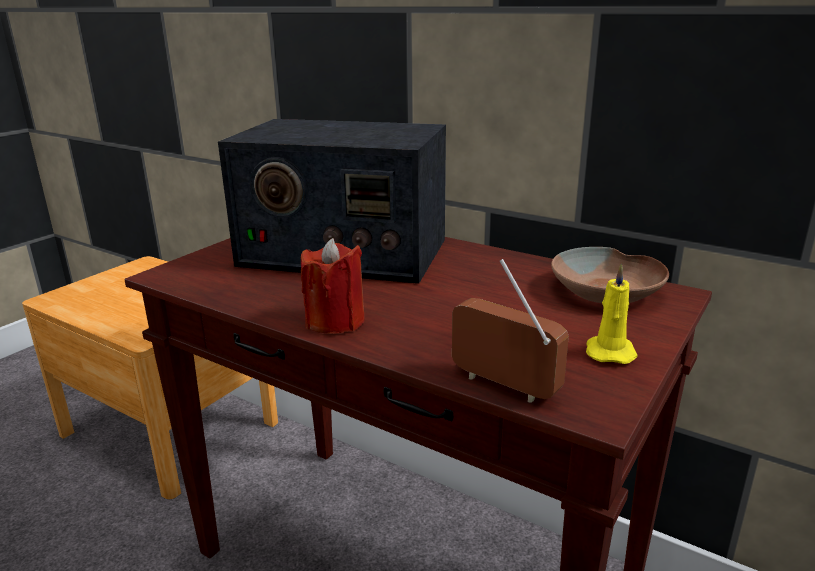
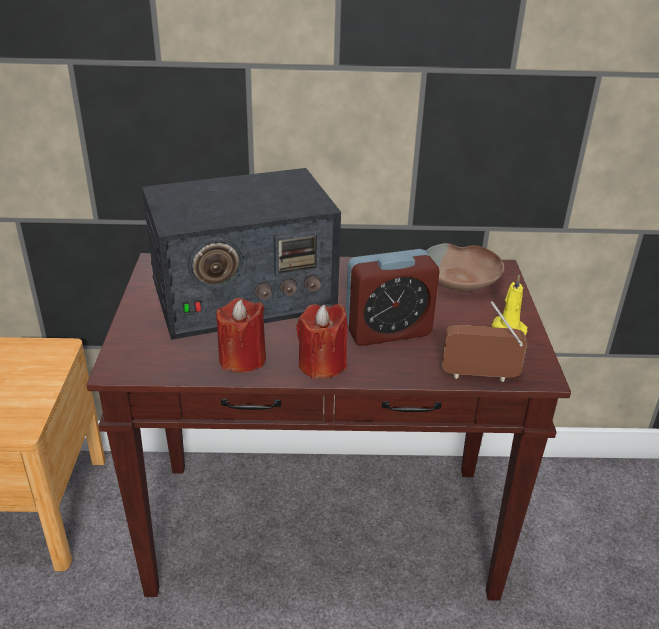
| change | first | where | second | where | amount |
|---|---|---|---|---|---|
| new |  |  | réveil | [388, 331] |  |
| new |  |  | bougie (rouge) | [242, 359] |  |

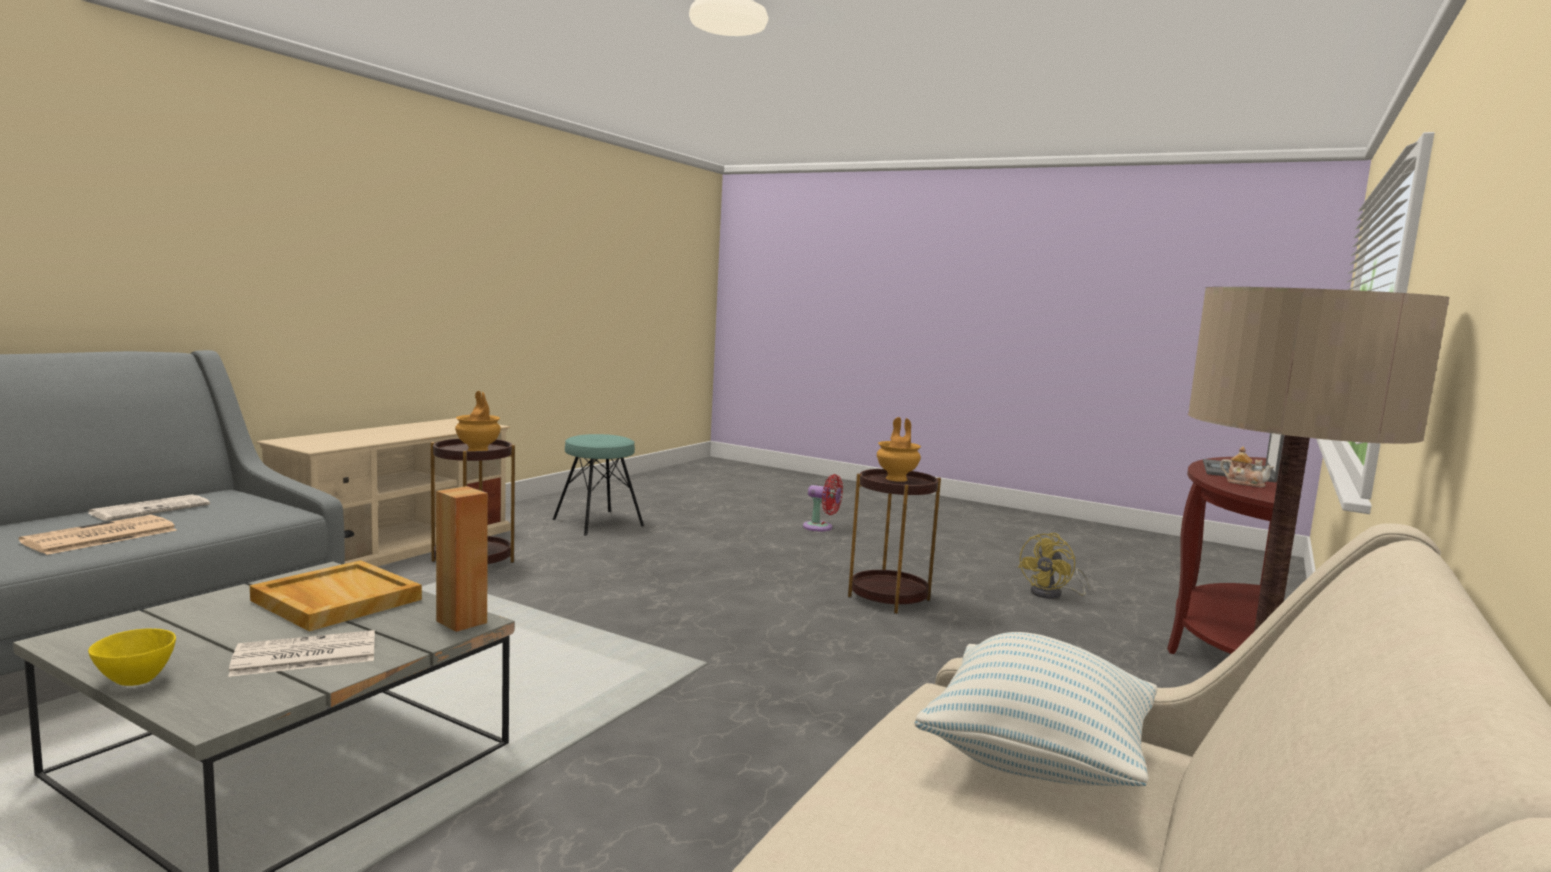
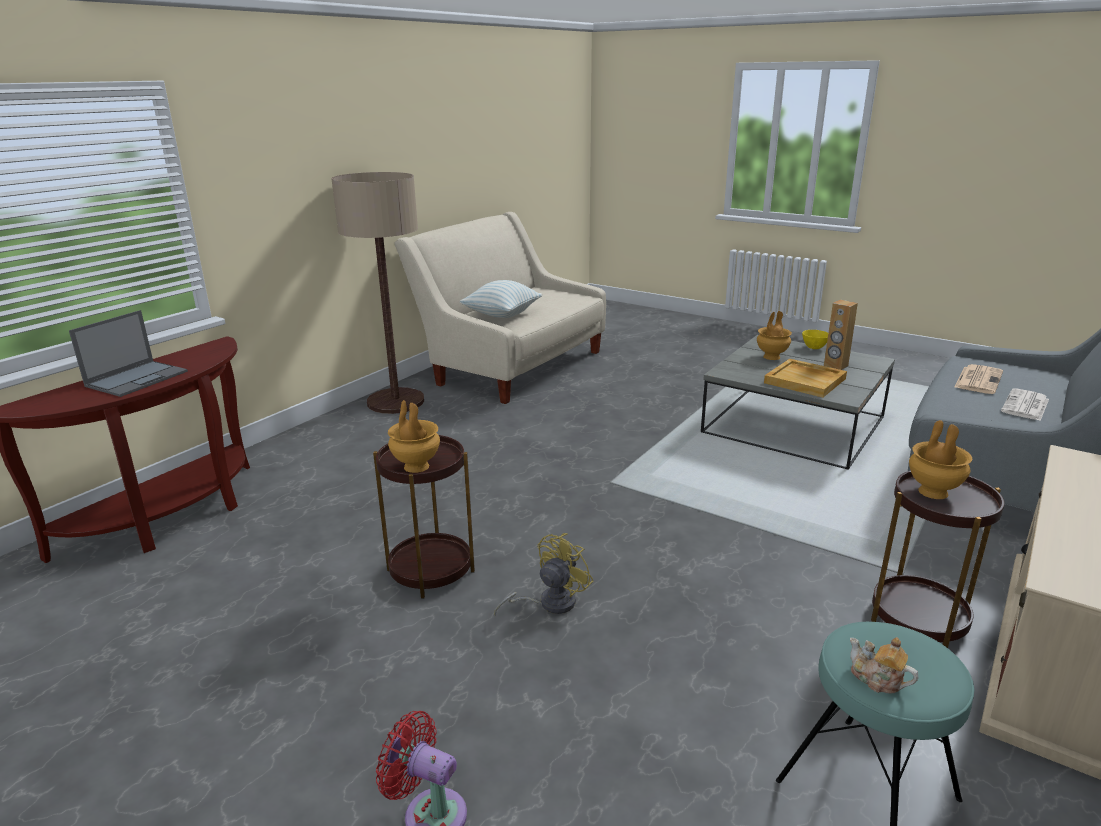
| change | first | where | second | where | amount |
|---|---|---|---|---|---|
| shifted | théière | [1244, 483] |  | [877, 679] |  |
| shifted | enceinte (marron) | [462, 621] |  | [835, 366] |  |
| shifted | ventilateur (jaune) | [1052, 594] |  | [549, 603] |  |
| swapped | journal | [303, 655] | vase (marron) | [772, 357] |  |

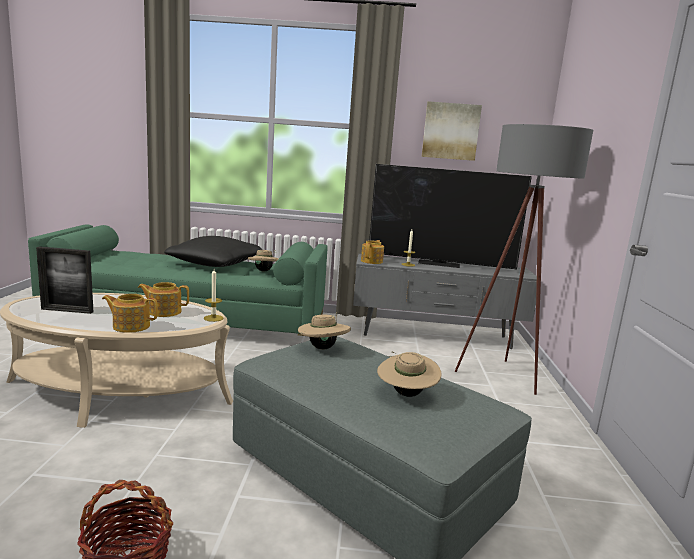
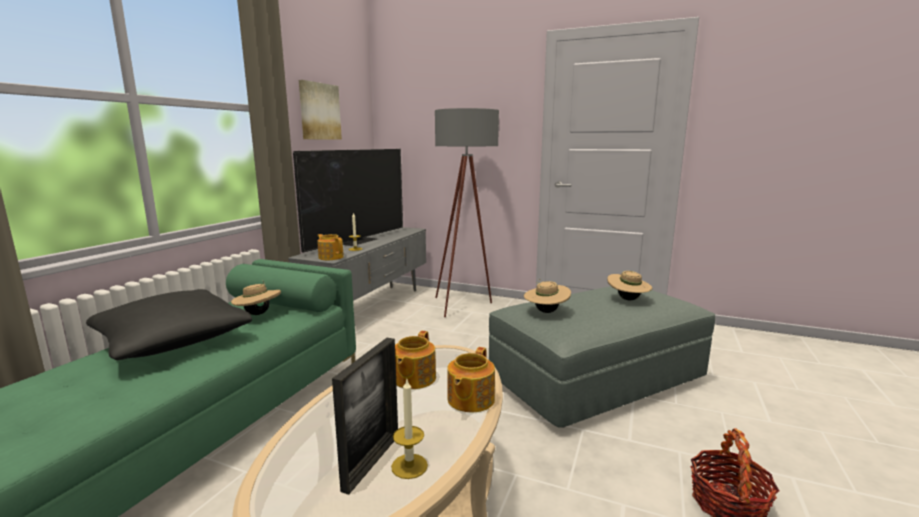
| change | first | where | second | where | amount |
|---|---|---|---|---|---|
| shifted | bougie | [213, 318] |  | [409, 466] |  |

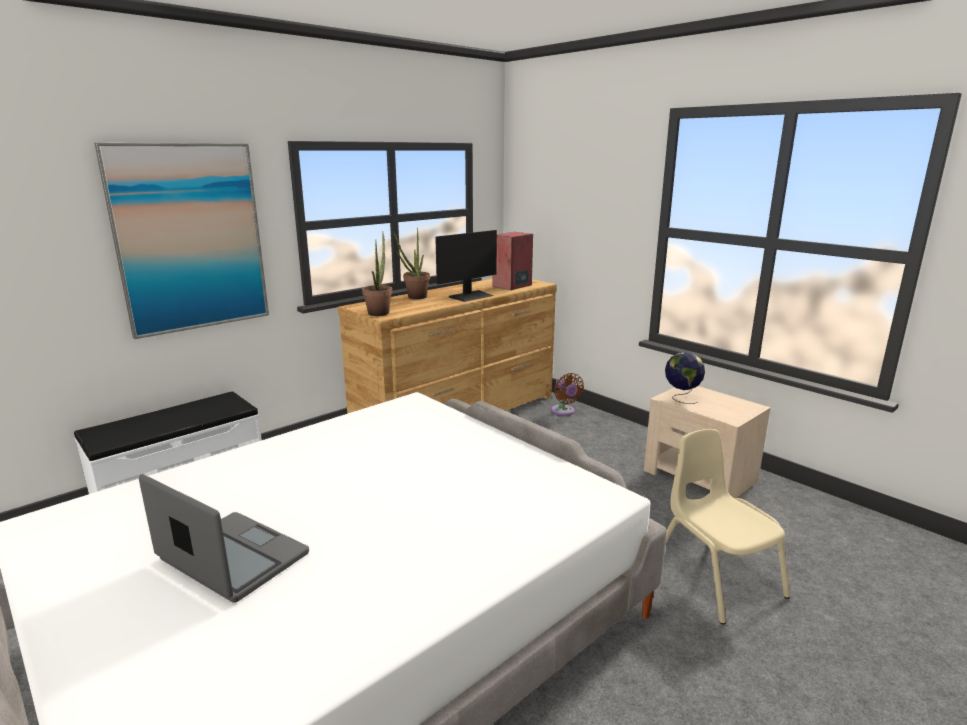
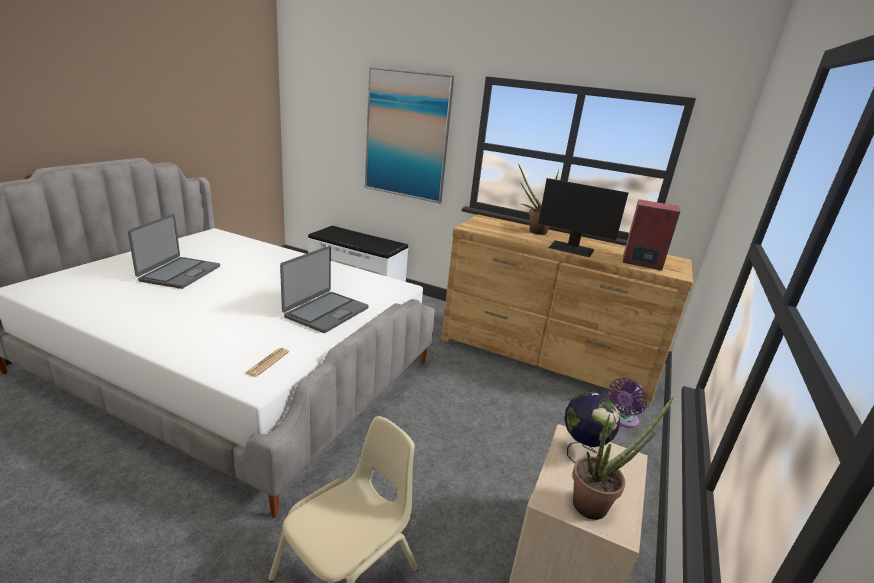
| change | first | where | second | where | amount |
|---|---|---|---|---|---|
| shifted | plante en pot | [379, 312] |  | [596, 504] |  |
| repainted | ventilateur (marron) | [564, 412] | ventilateur (violet) | [622, 420] |  |
| new |  |  | ordinateur portable | [326, 312] |  |
| new |  |  | journal | [267, 362] |  |

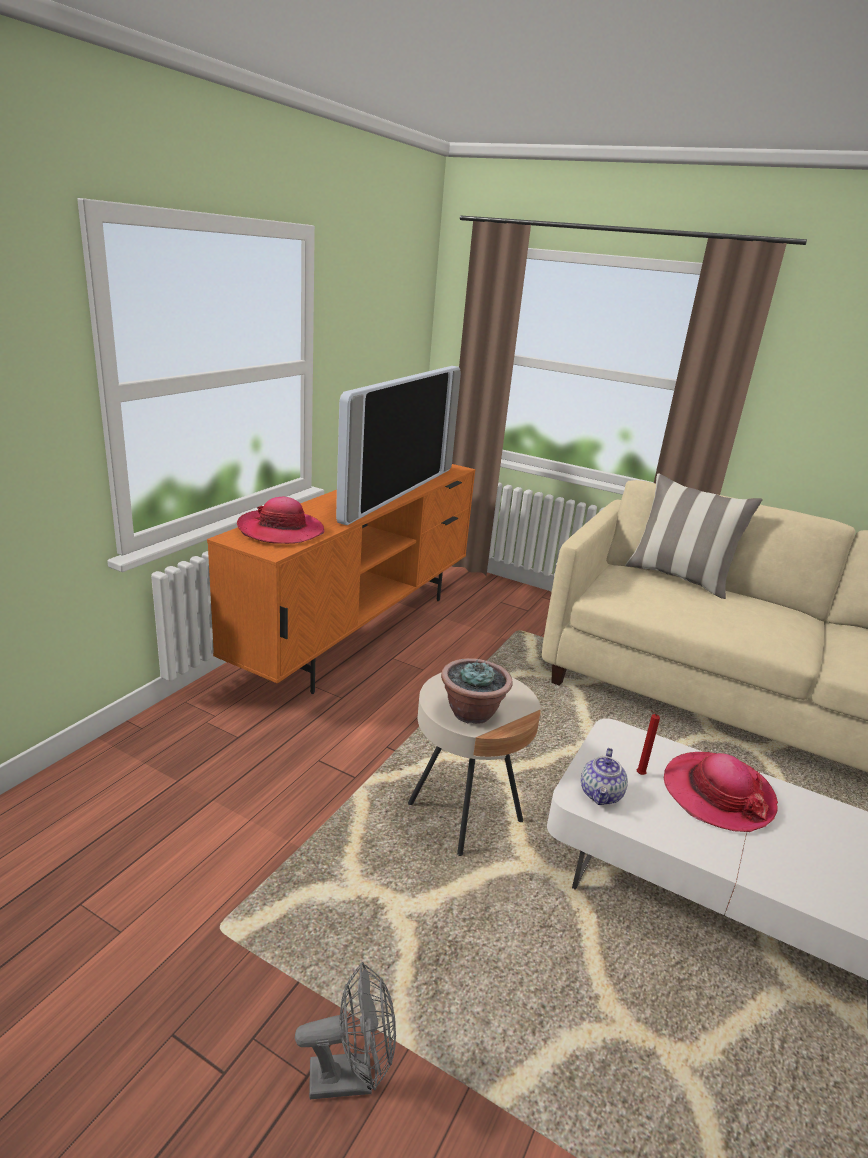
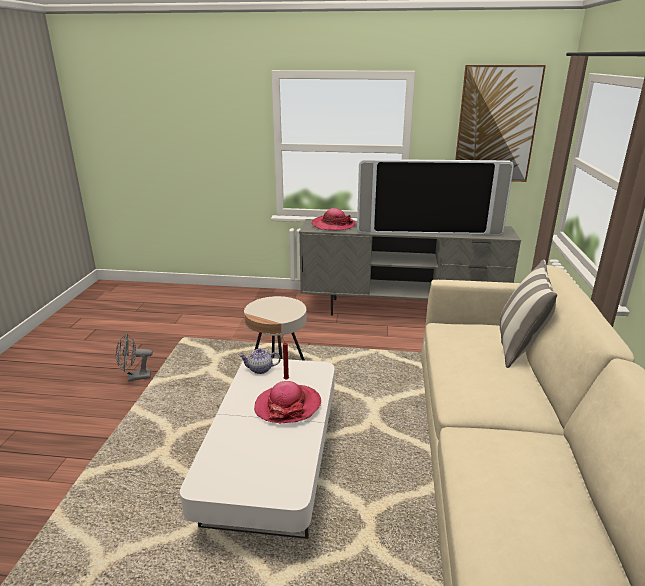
| change | first | where | second | where | amount |
|---|---|---|---|---|---|
| repainted | meuble télé (orange) | [360, 631] | meuble télé (gris) | [402, 311] |  |
| gone | plante en pot | [472, 712] |  |  |  |
| rotated | ventilateur (gris) | [351, 1076] |  | [135, 377] | 105 degrees clockwise |
| new |  |  | tableau | [496, 125] |  |

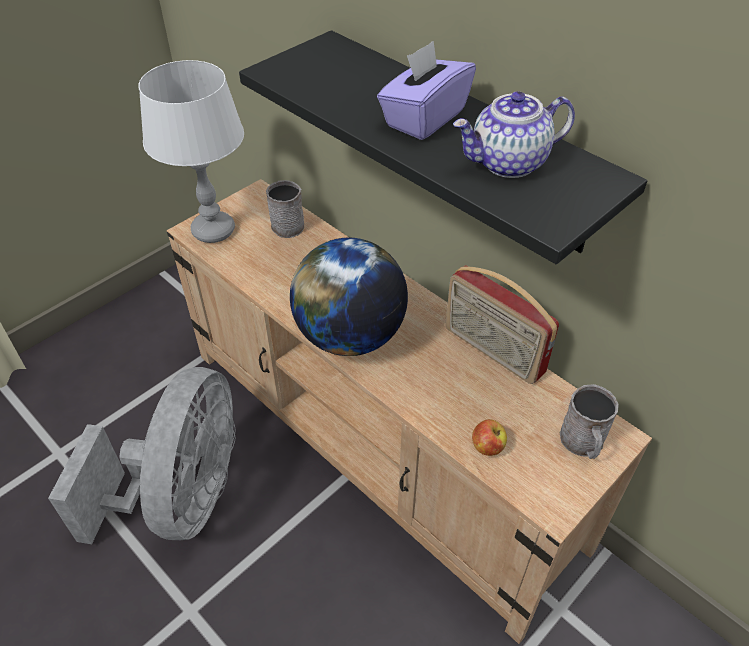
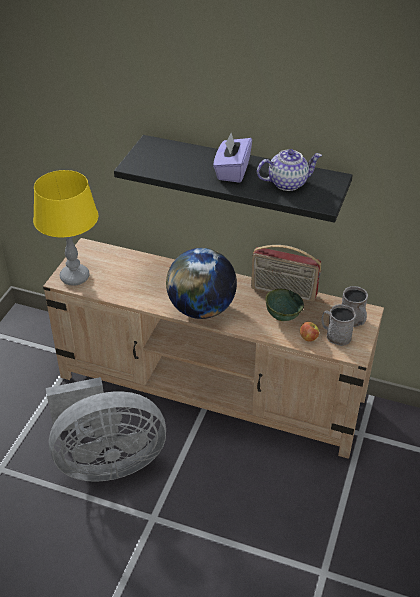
| change | first | where | second | where | amount |
|---|---|---|---|---|---|
| repainted | lampe de table (gris) | [214, 230] | lampe de table (jaune) | [75, 277] |  |
| rotated | théière | [508, 163] |  | [287, 183] | 150 degrees counterclockwise |
| shifted | mug (gris) | [285, 224] |  | [335, 335] |  |
| rotated | ventilateur (gris) | [183, 497] |  | [106, 461] | 90 degrees clockwise |
| new |  |  | bol (vert) | [282, 316] |  |

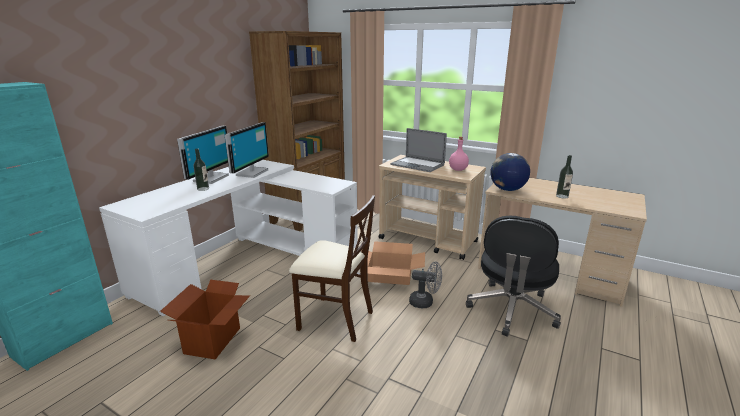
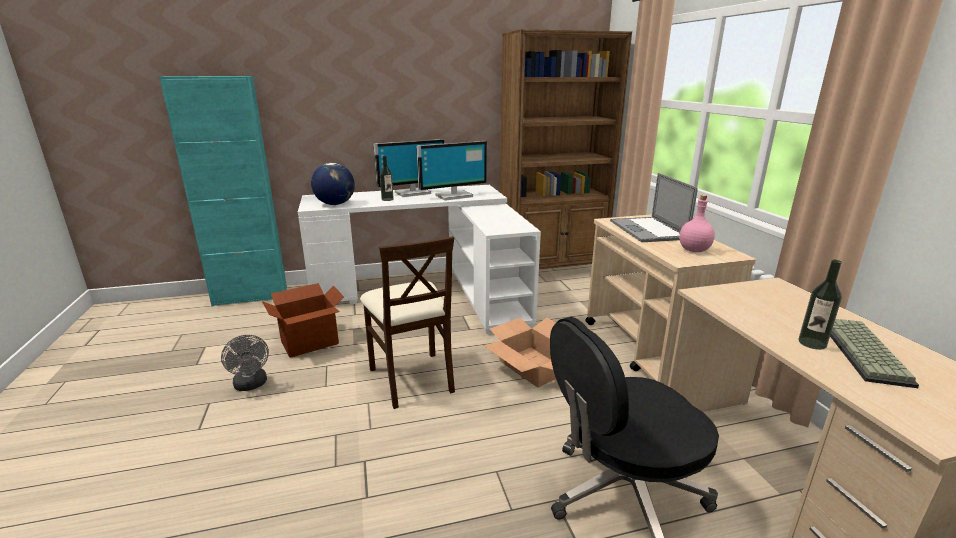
| change | first | where | second | where | amount |
|---|---|---|---|---|---|
| shifted | globe | [507, 189] |  | [335, 204] |  |
| shifted | ventilateur (gris) | [425, 302] |  | [251, 385] |  |
| new |  |  | clavier | [865, 352] |  |

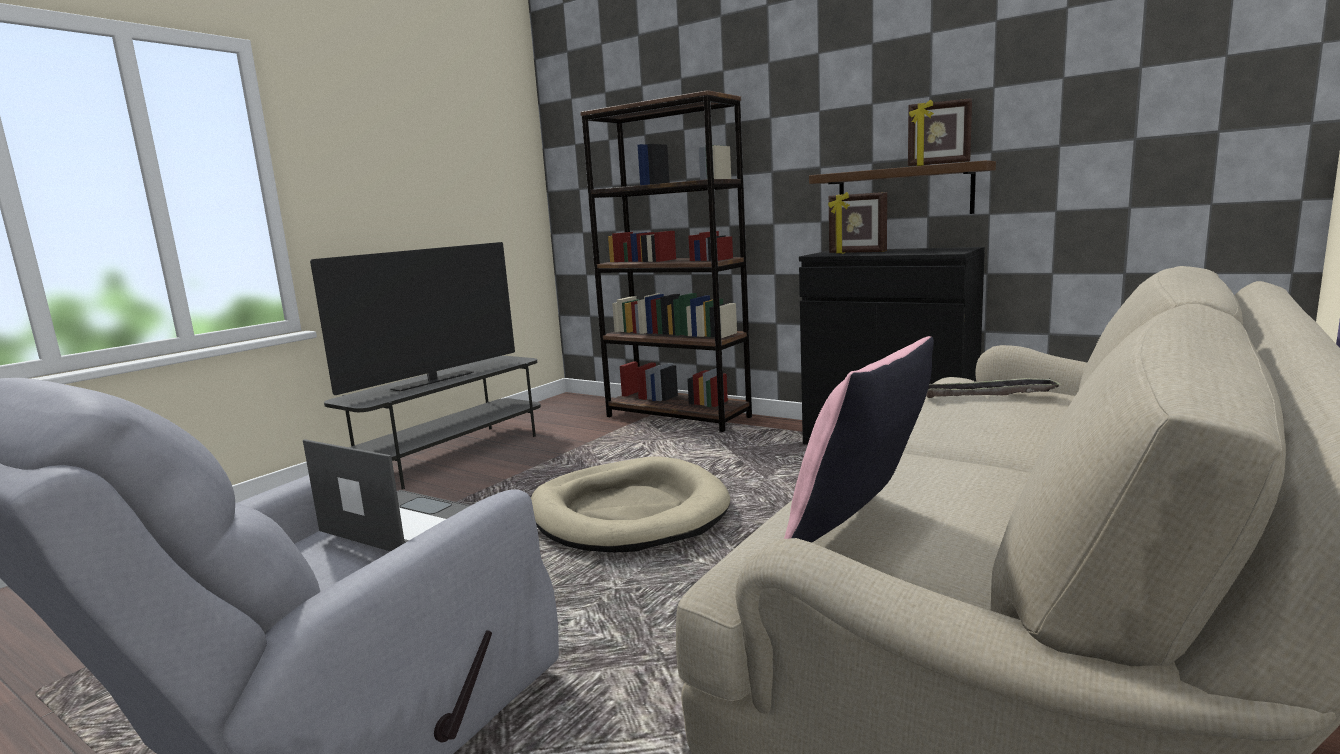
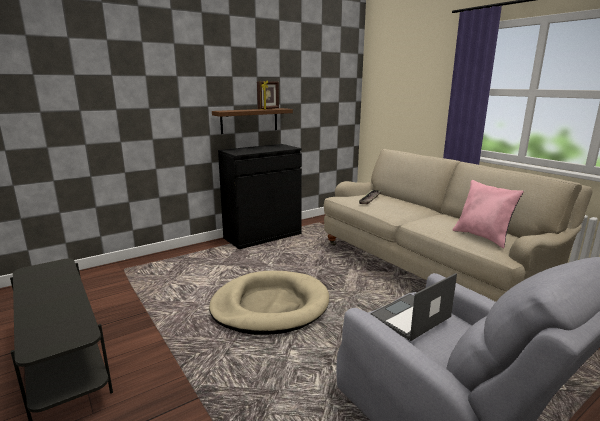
| change | first | where | second | where | amount |
|---|---|---|---|---|---|
| gone | bibliothèque (marron) | [678, 416] |  |  |  |
| gone | cadre photo | [857, 253] |  |  |  |
| gone | téléviseur | [433, 381] |  |  |  |

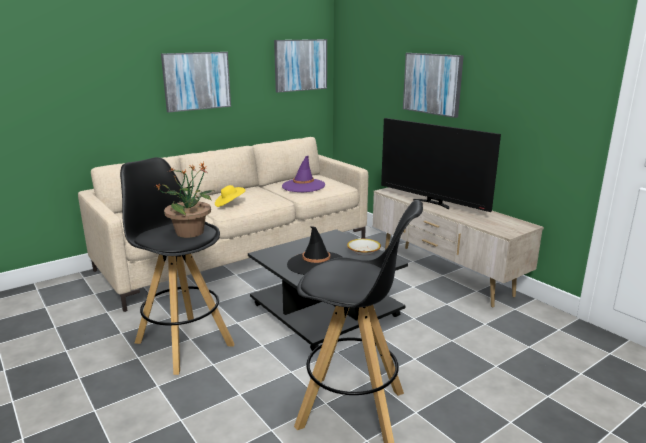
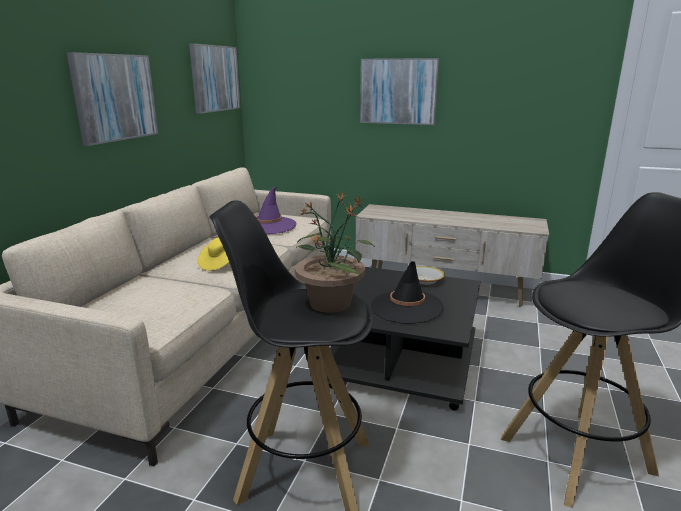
| change | first | where | second | where | amount |
|---|---|---|---|---|---|
| gone | téléviseur | [433, 203] |  |  |  |

